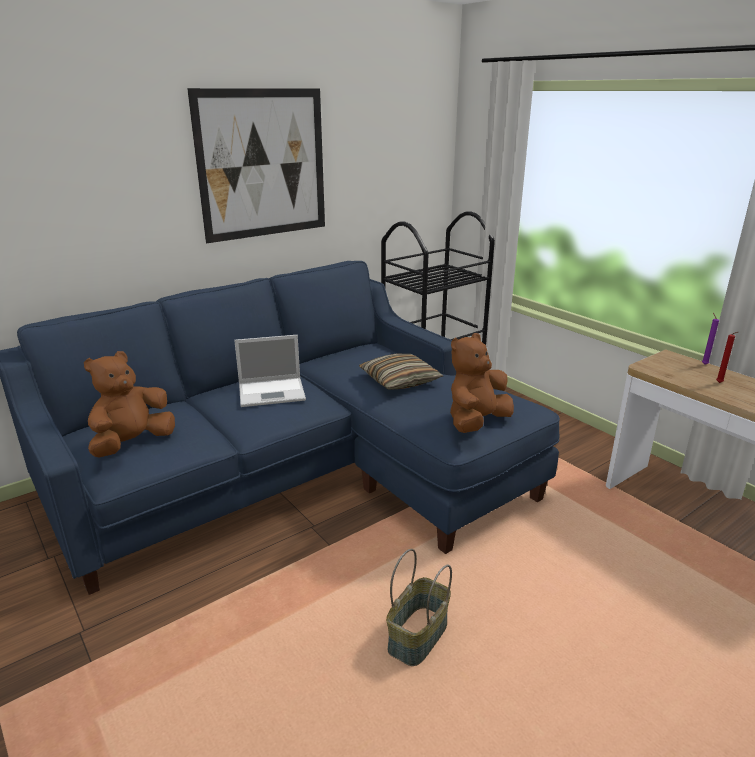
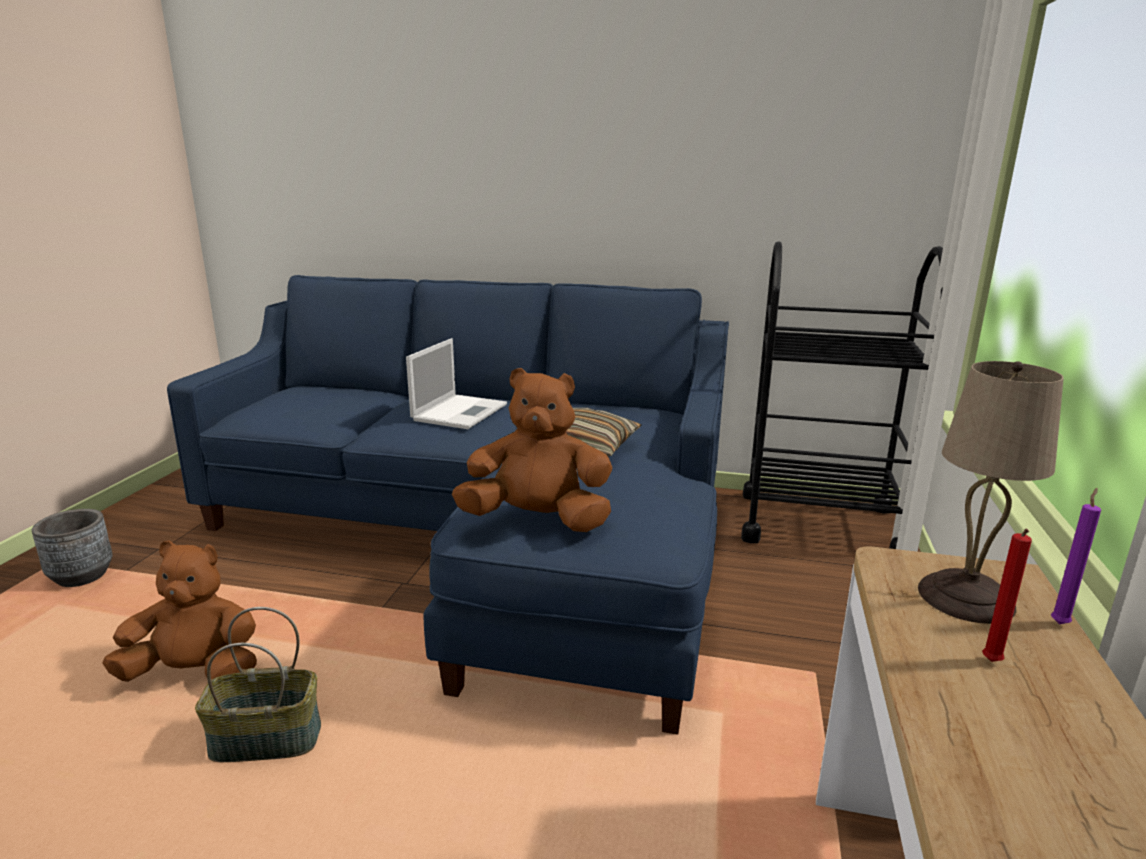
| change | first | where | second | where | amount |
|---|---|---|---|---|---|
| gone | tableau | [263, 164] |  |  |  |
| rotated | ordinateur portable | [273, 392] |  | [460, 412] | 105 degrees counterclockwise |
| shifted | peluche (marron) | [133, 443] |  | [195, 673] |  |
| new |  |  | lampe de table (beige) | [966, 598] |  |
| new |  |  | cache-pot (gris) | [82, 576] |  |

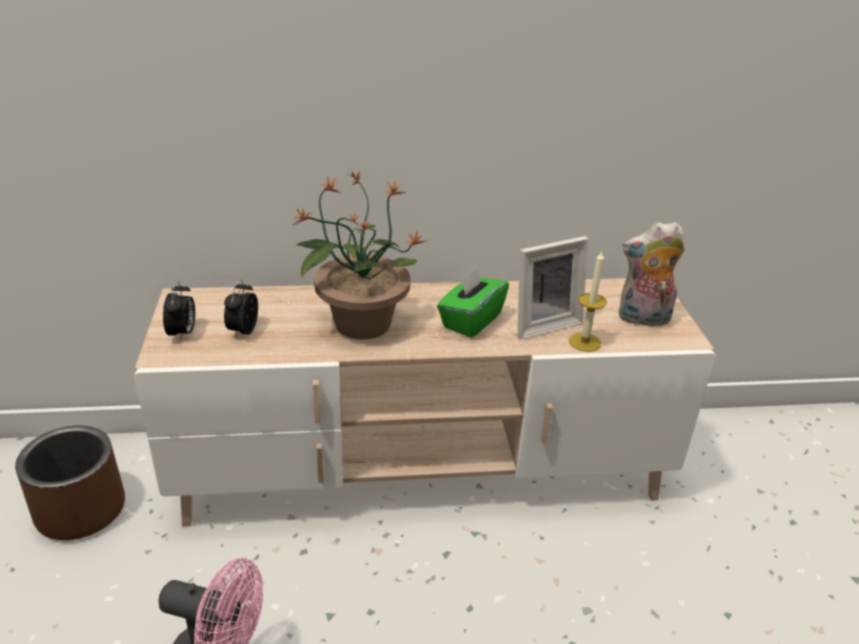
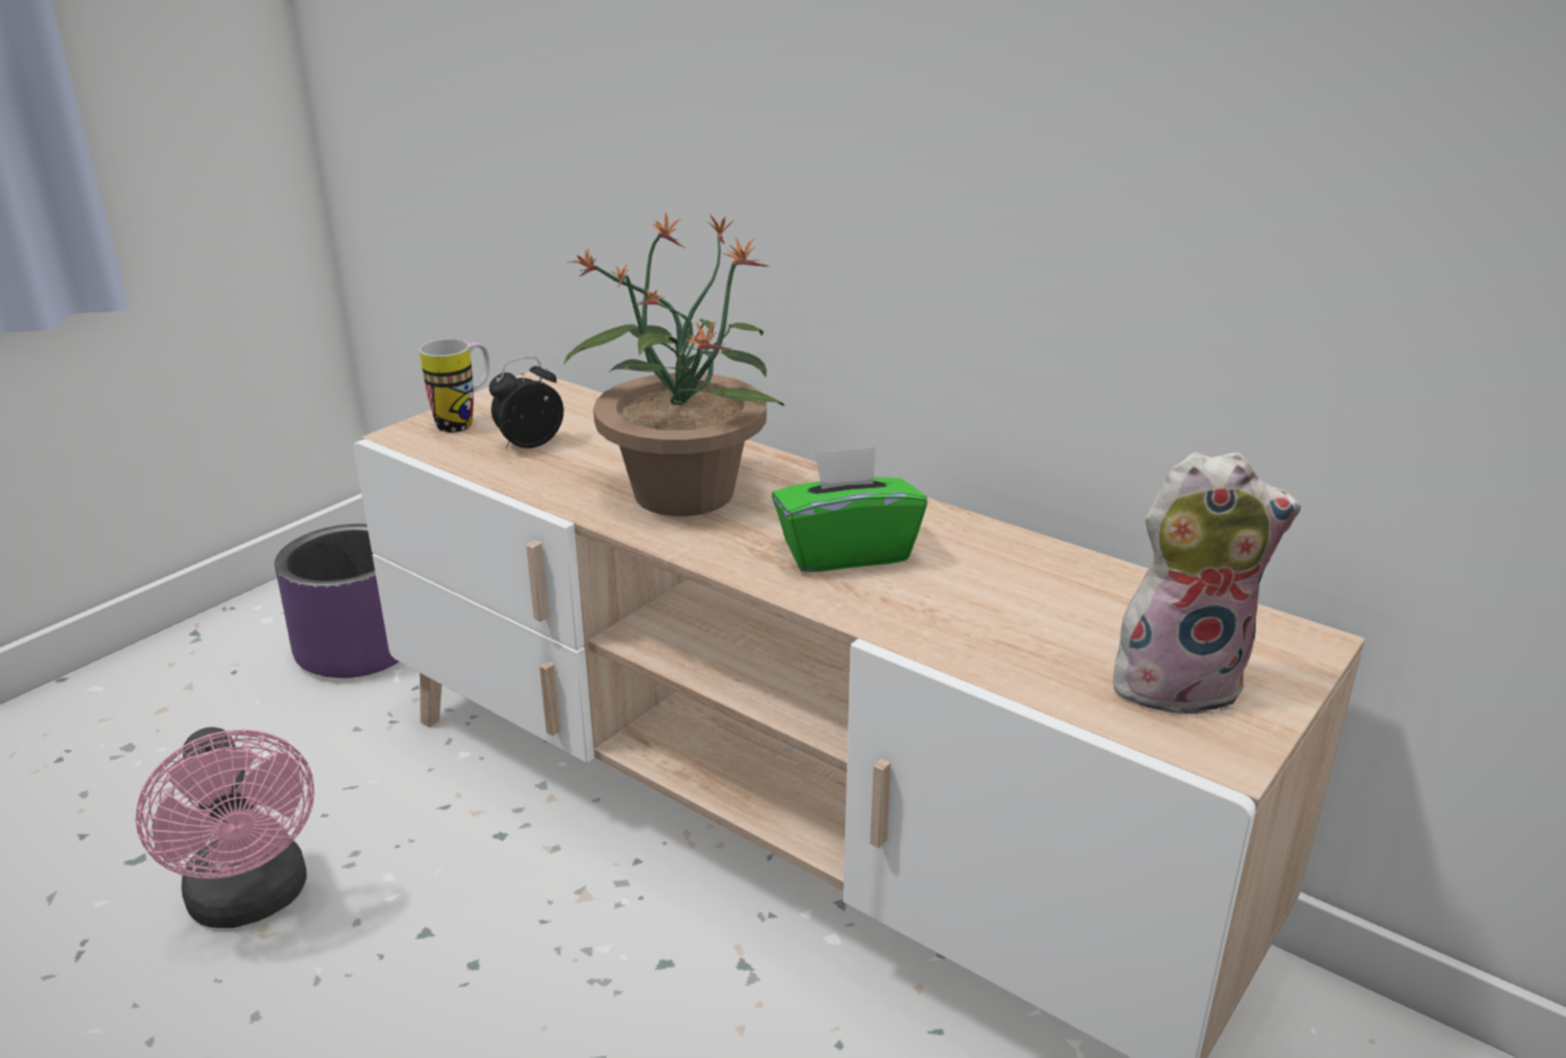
| change | first | where | second | where | amount |
|---|---|---|---|---|---|
| rotated | peluche | [643, 319] |  | [1179, 681] | 135 degrees clockwise |
| gone | cadre photo | [542, 323] |  |  |  |
| gone | bougie | [584, 342] |  |  |  |
| swapped | réveil | [183, 334] | mug | [465, 422] |  |
| repainted | cache-pot (marron) | [80, 510] | cache-pot (violet) | [358, 647] |  |

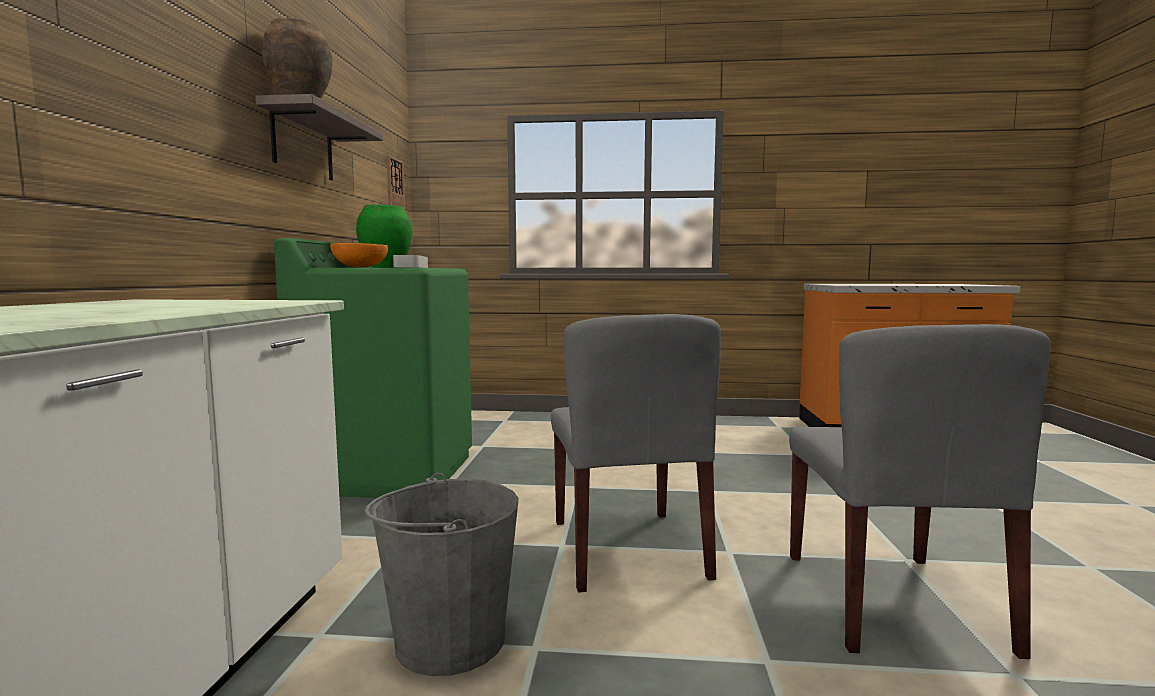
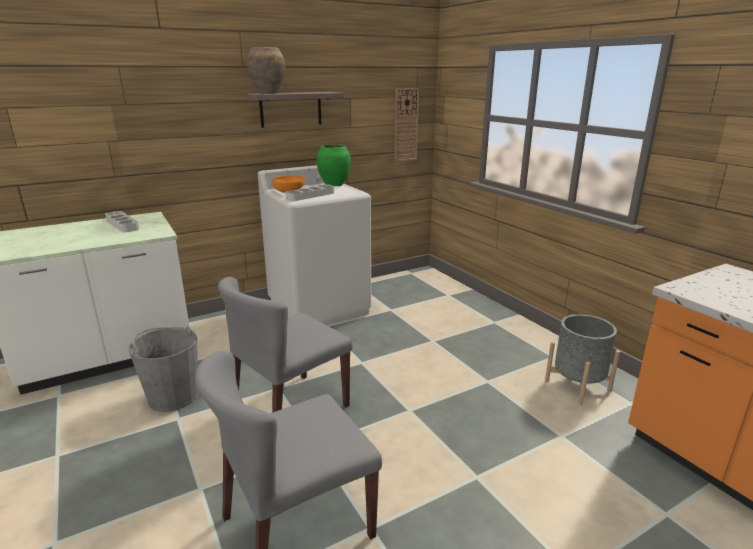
| change | first | where | second | where | amount |
|---|---|---|---|---|---|
| repainted | lave-linge (vert) | [389, 473] | lave-linge (blanc) | [319, 307] |  |
| new |  |  | plateau (gris) | [122, 225] |  |
| new |  |  | cache-pot (gris) | [577, 386] |  |

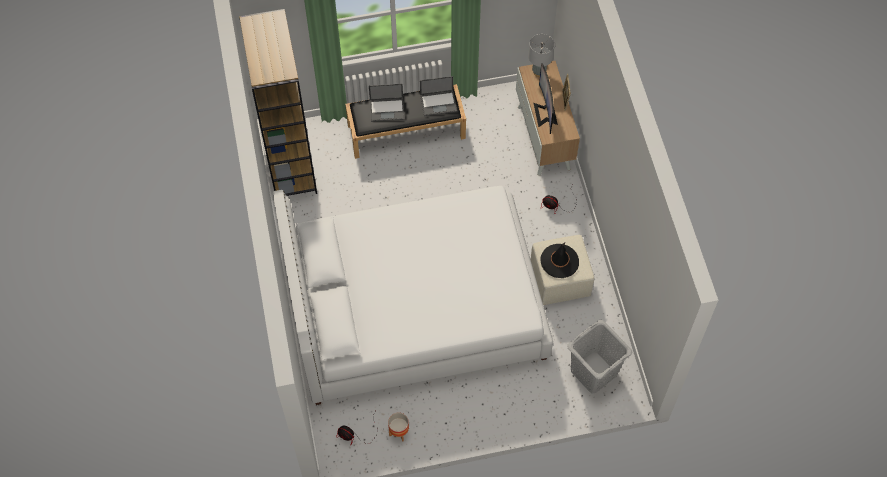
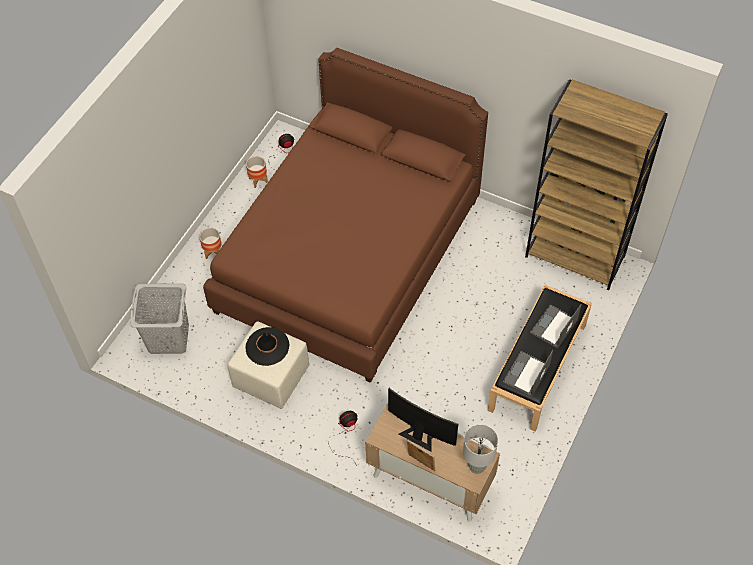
| change | first | where | second | where | amount |
|---|---|---|---|---|---|
| repainted | lit (blanc) | [415, 308] | lit (marron) | [348, 255] |  |
| new |  |  | cache-pot | [213, 252] |  |

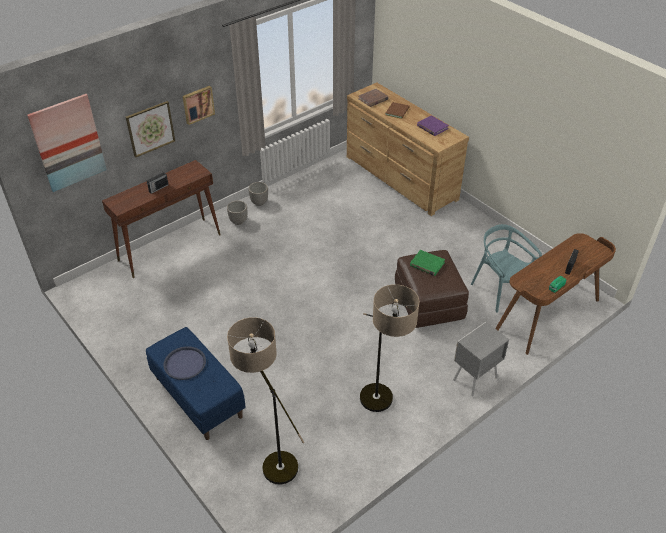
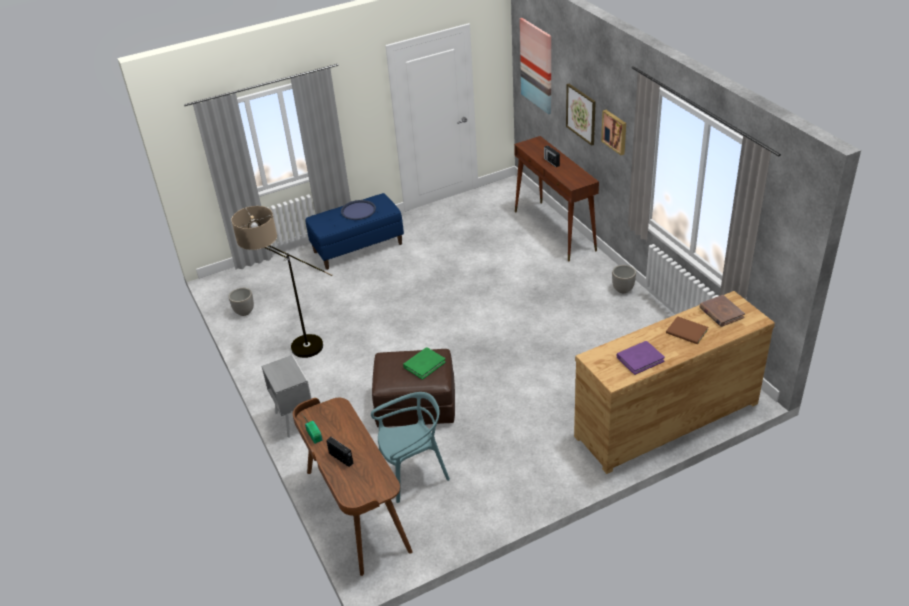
| change | first | where | second | where | amount |
|---|---|---|---|---|---|
| shifted | cache-pot | [238, 221] |  | [244, 312] |  |
| gone | lampadaire | [271, 458] |  |  |  |

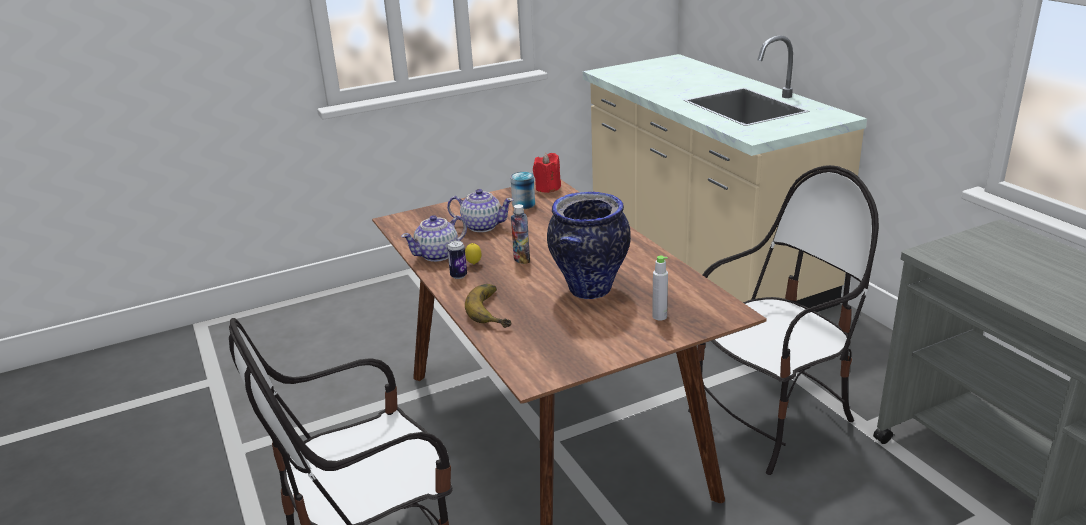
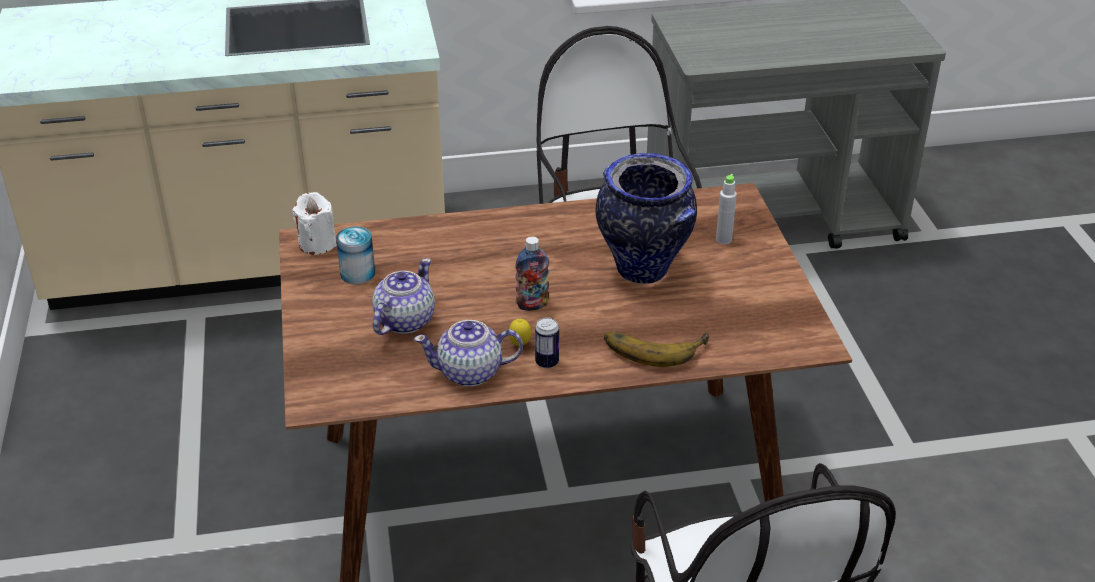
| change | first | where | second | where | amount |
|---|---|---|---|---|---|
| repainted | bougie (rouge) | [547, 188] | bougie (blanc) | [317, 244] |  |
| rotated | théière | [438, 255] |  | [471, 373] | 105 degrees clockwise |

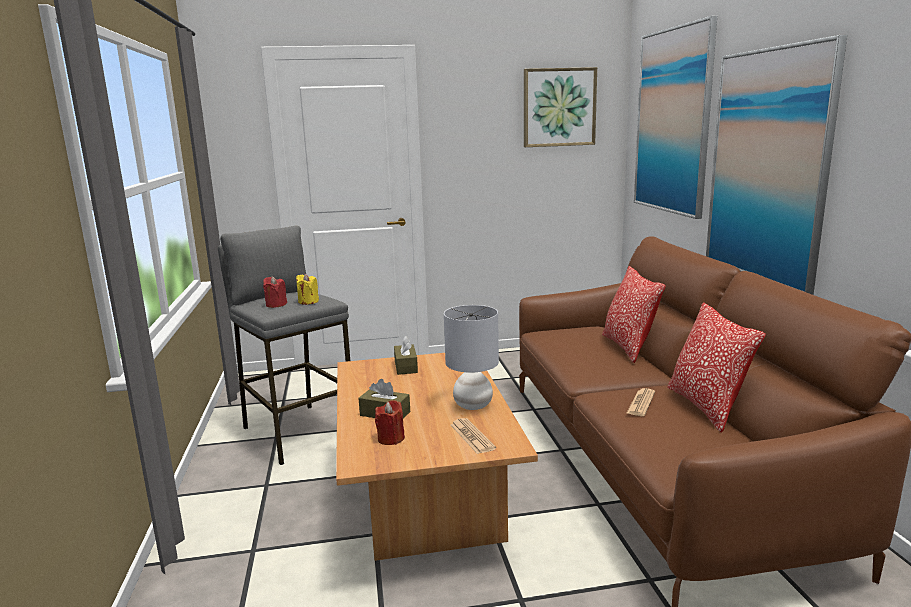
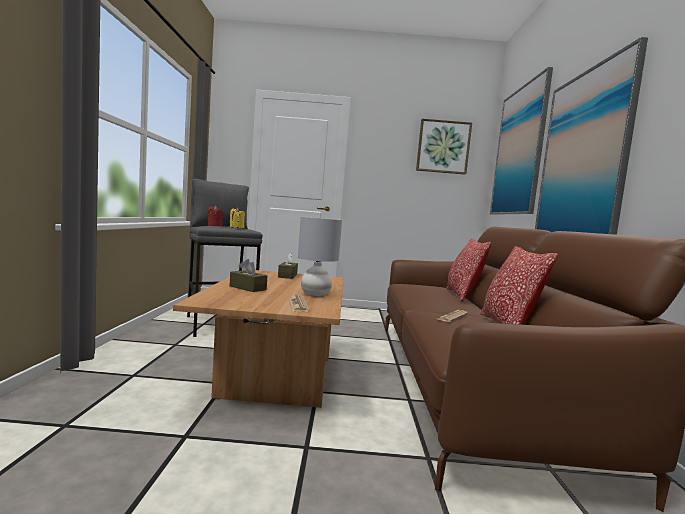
| change | first | where | second | where | amount |
|---|---|---|---|---|---|
| gone | bougie (rouge) | [391, 438] |  |  |  |

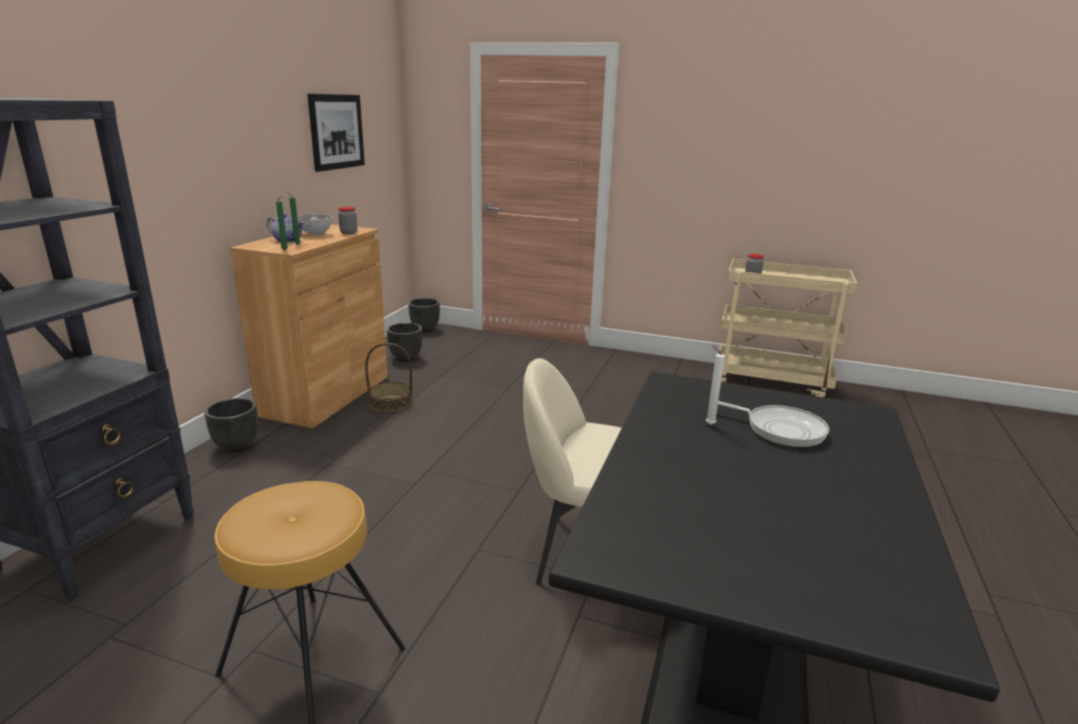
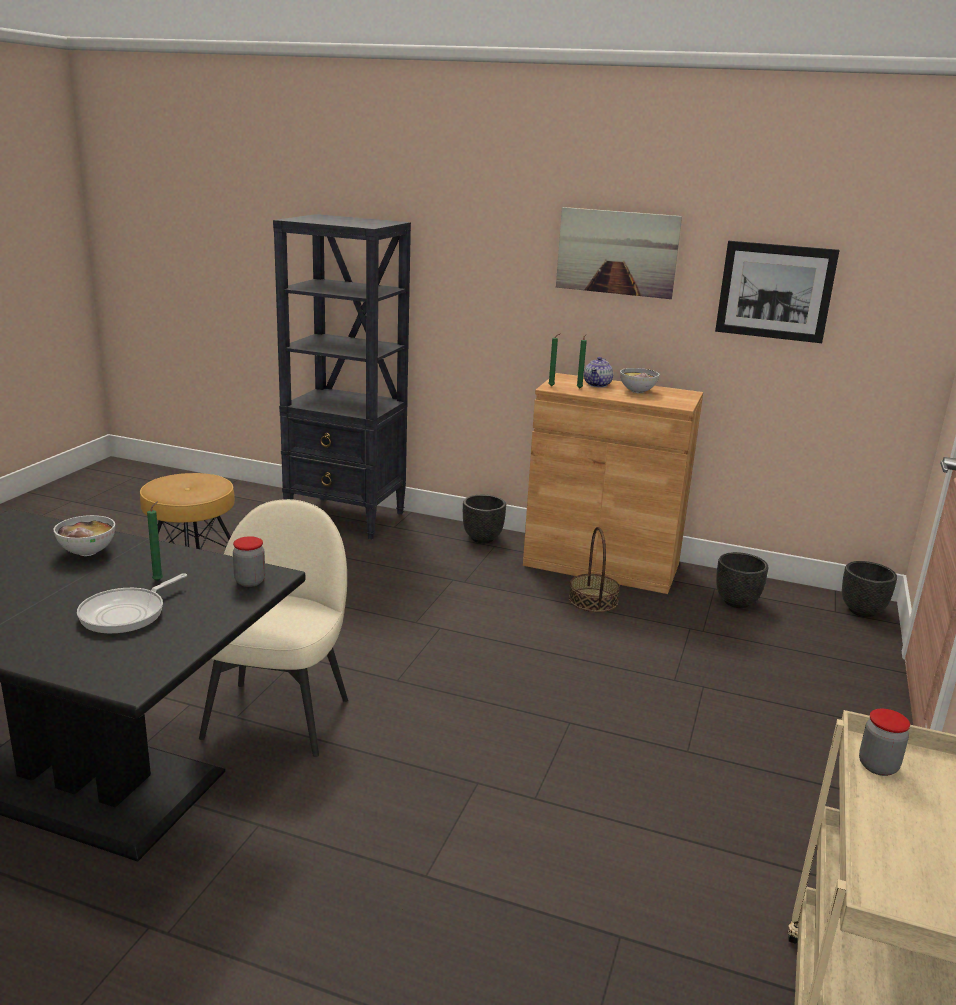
| change | first | where | second | where | amount |
|---|---|---|---|---|---|
| shifted | bocal | [348, 233] |  | [250, 581] |  |
| repainted | bougie (blanc) | [708, 424] | bougie (vert) | [159, 580] |  |
| new |  |  | tableau | [617, 252] |  |
| new |  |  | bol | [88, 552] |  |

